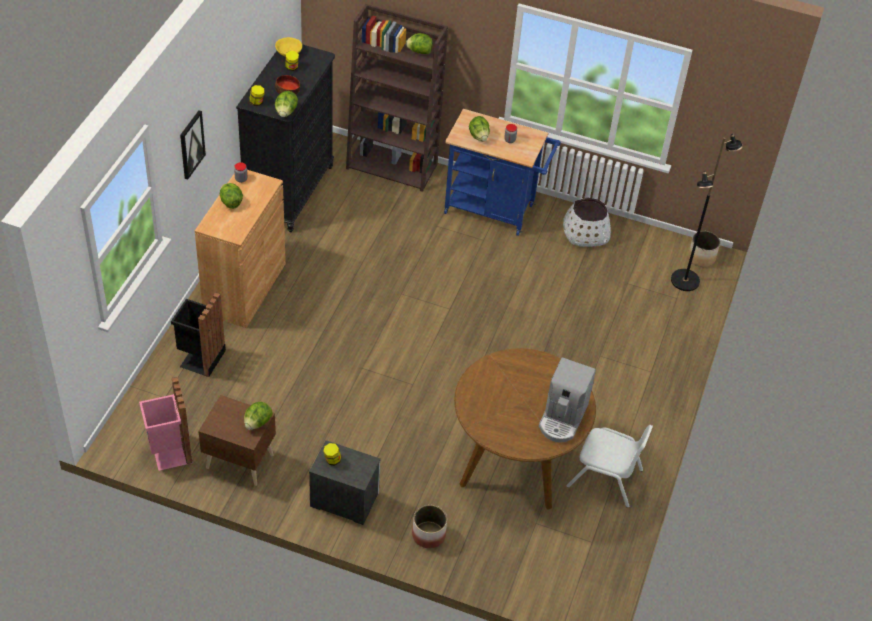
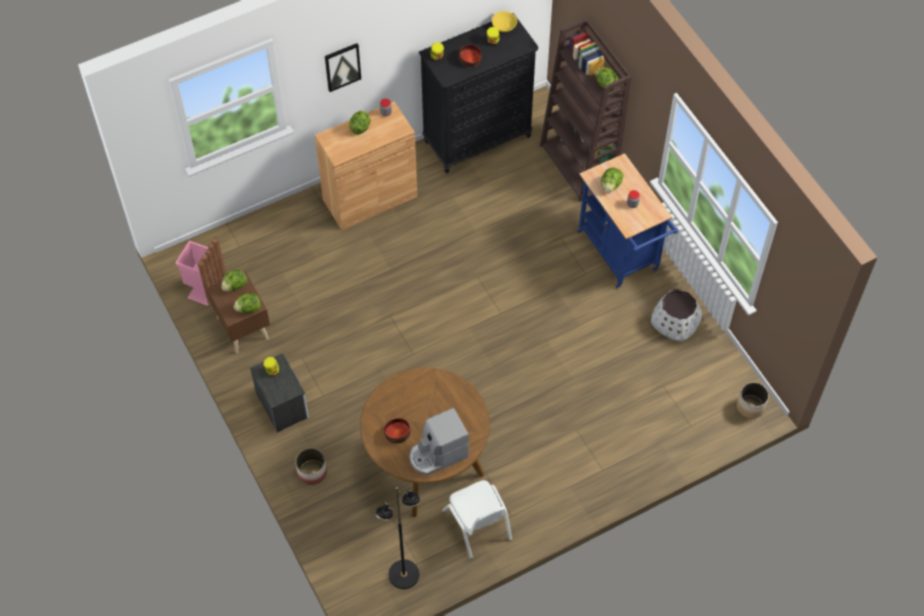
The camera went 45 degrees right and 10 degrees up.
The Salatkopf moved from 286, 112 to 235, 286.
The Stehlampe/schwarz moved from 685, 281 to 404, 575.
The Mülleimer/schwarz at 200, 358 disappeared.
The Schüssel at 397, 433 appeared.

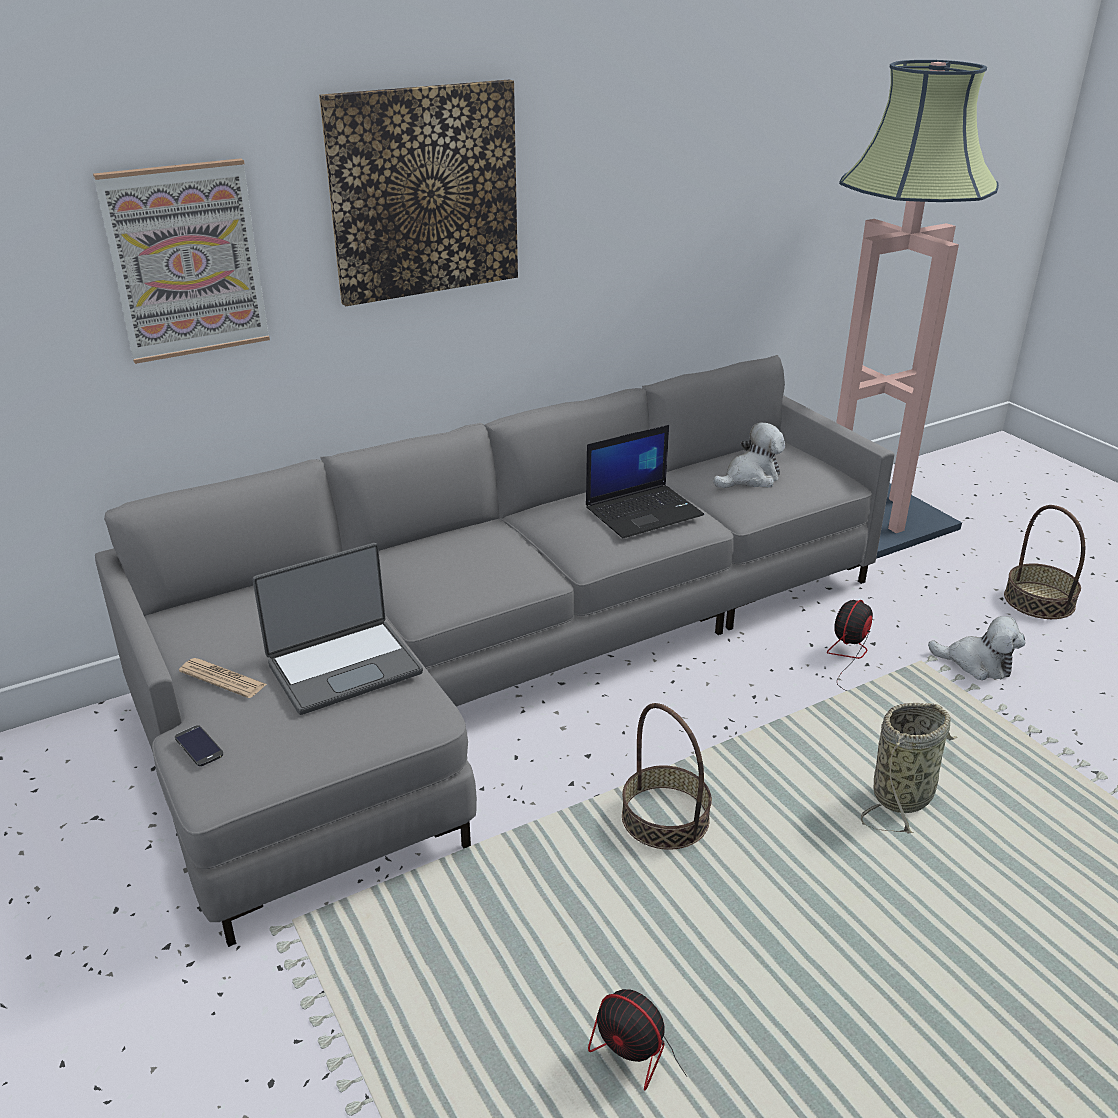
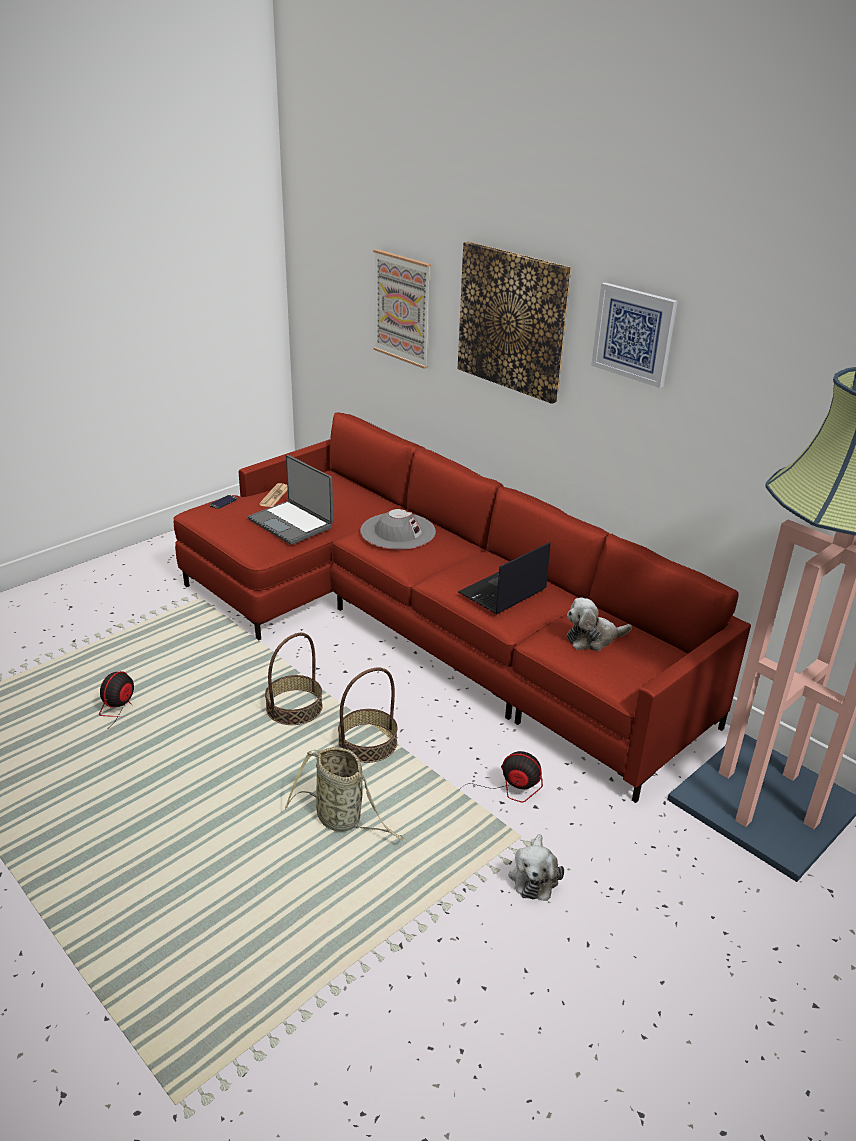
The camera went 75 degrees right and 0 degrees up.
The Sofa/grau at 505, 664 became the Sofa/rot at 426, 627.
The Plüschtier at 750, 478 turned 120 degrees clockwise.
The Laptop at 644, 511 turned 90 degrees clockwise.
The Korb moved from 1039, 600 to 367, 743.
The Bild at 634, 334 appeared.
The Hut/grau at 397, 531 appeared.

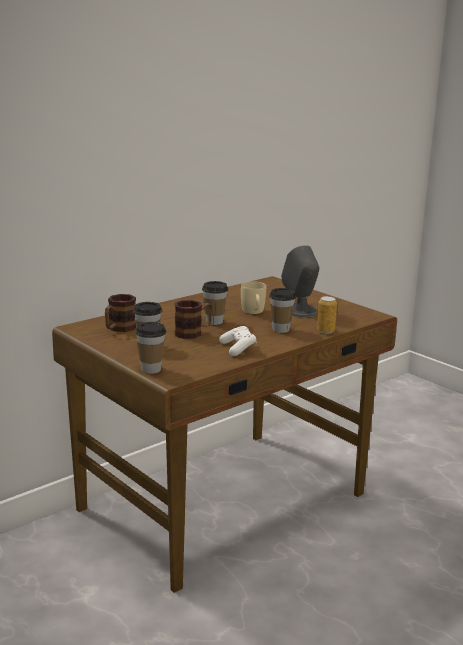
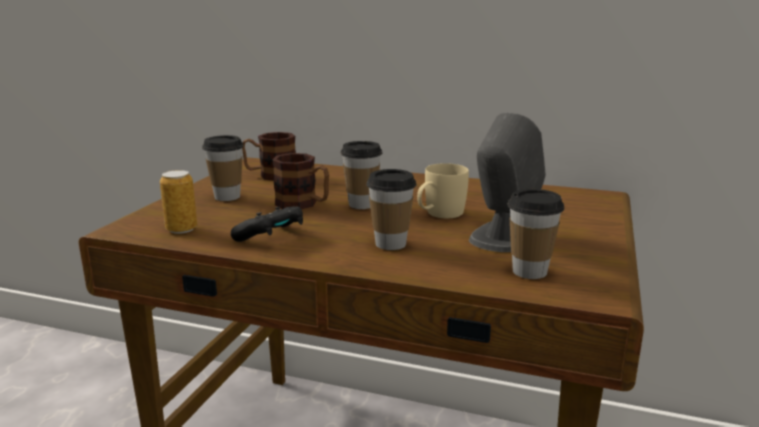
The camera went 60 degrees right and 0 degrees up.
The Dose moved from 325, 331 to 181, 229.
The Tasse moved from 151, 369 to 529, 271.
The Gamepad/weiß at 238, 348 became the Gamepad/schwarz at 271, 237.

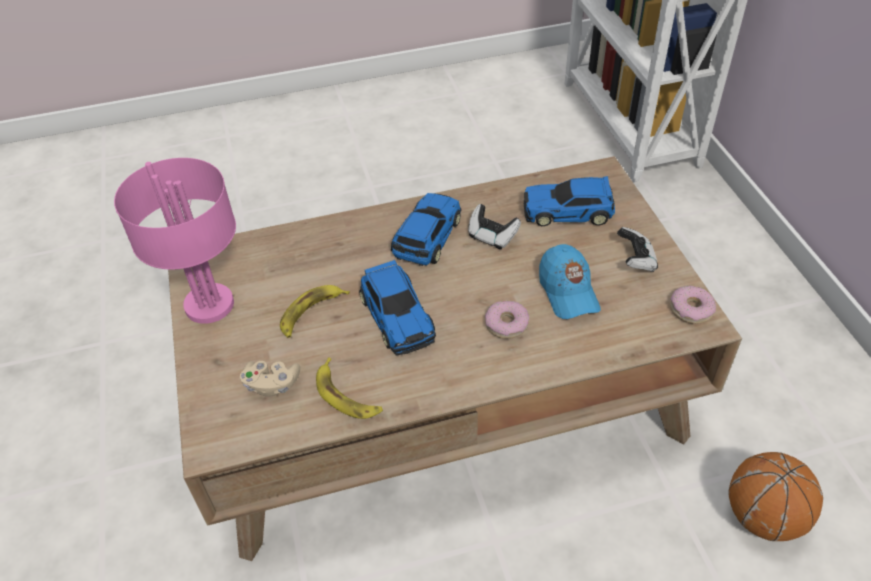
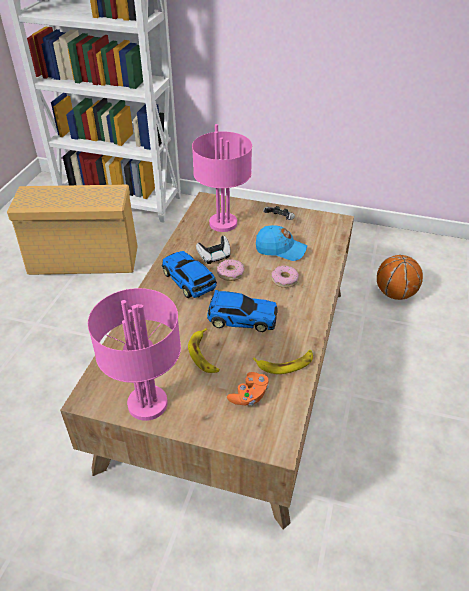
The camera went 60 degrees left and 5 degrees down.
The Spielzeugauto at 569, 211 was replaced by the Tischlampe/rosa at 224, 223.
The Donut moved from 690, 309 to 230, 273.
The Gamepad/beige at 272, 384 became the Gamepad/orange at 249, 395.
The Aufbewahrungsbox/beige at 85, 260 appeared.

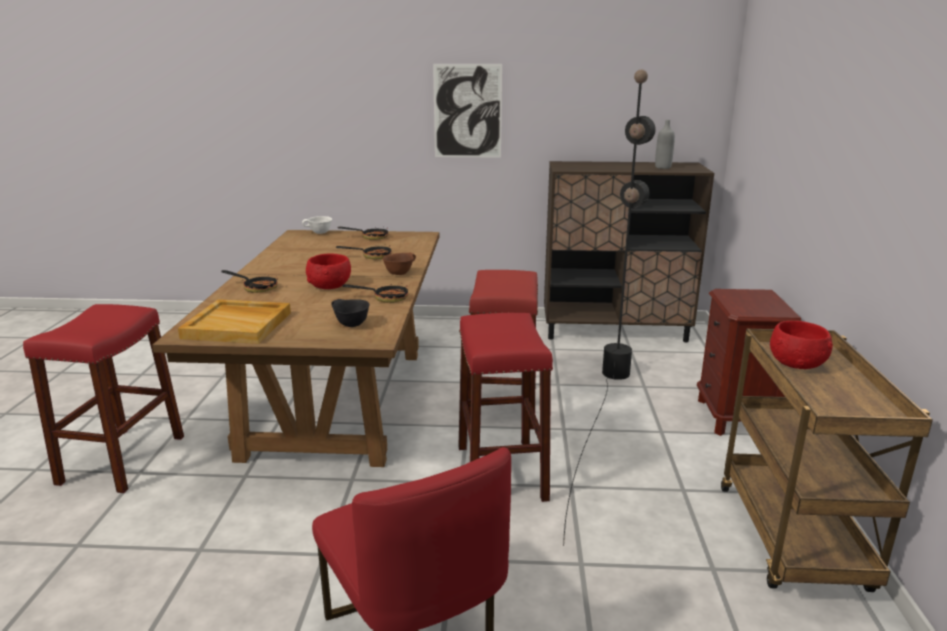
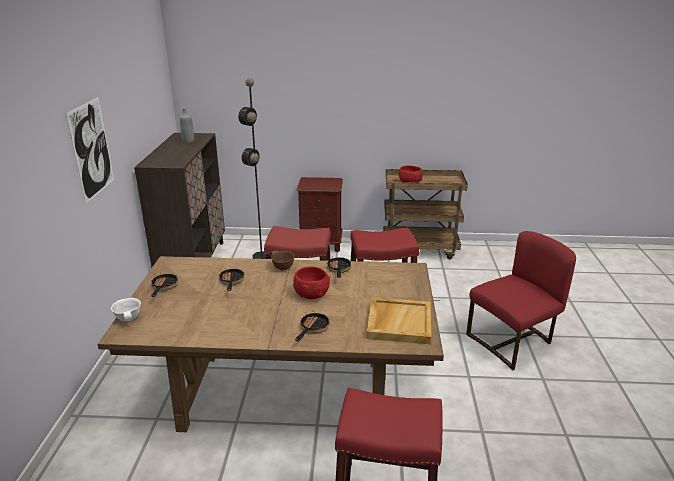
The camera went 90 degrees left and 5 degrees up.
The Schüssel/schwarz at 351, 325 disappeared.

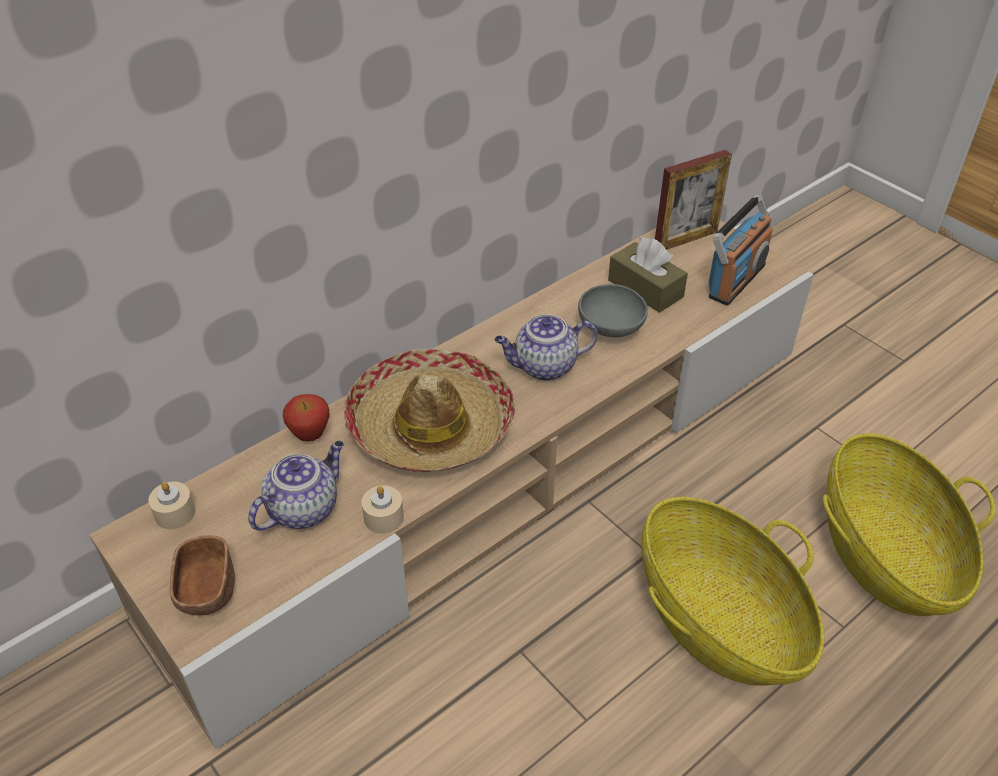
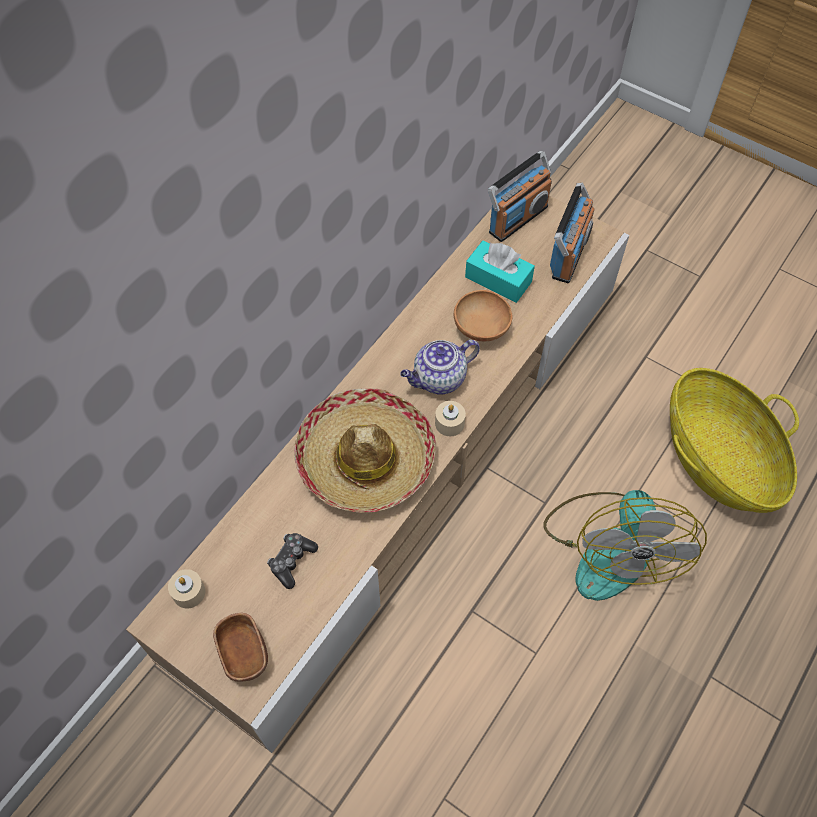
The camera went 15 degrees left and 15 degrees up.
The Bilderrahmen at 685, 239 was replaced by the Radio at 517, 219.
The Taschentuchbox/braun at 645, 288 became the Taschentuchbox/türkis at 498, 279.
The Schüssel/grau at 611, 329 became the Schüssel/braun at 482, 328.
The Apfel at 310, 436 disappeared.
The Teekanne at 304, 508 was replaced by the Gamepad at 292, 561.
The Kerze/beige moved from 383, 517 to 449, 423.
The Korb at 718, 619 was replaced by the Ventilator at 610, 546.

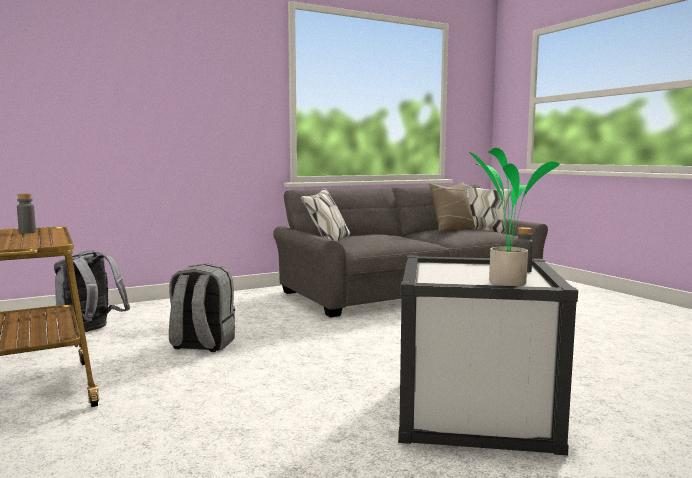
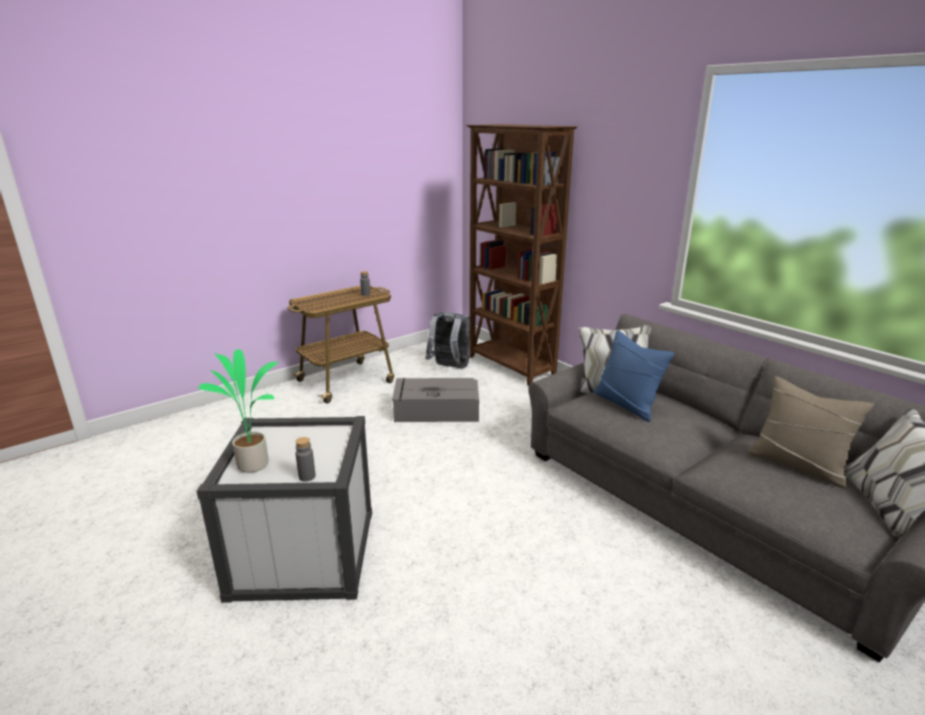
The camera went 80 degrees right and 15 degrees up.
The Rucksack/grau at 202, 345 was replaced by the Aufbewahrungsbox/grau at 435, 410.
The Bücherregal/braun at 511, 366 appeared.
The Kissen/blau at 627, 404 appeared.

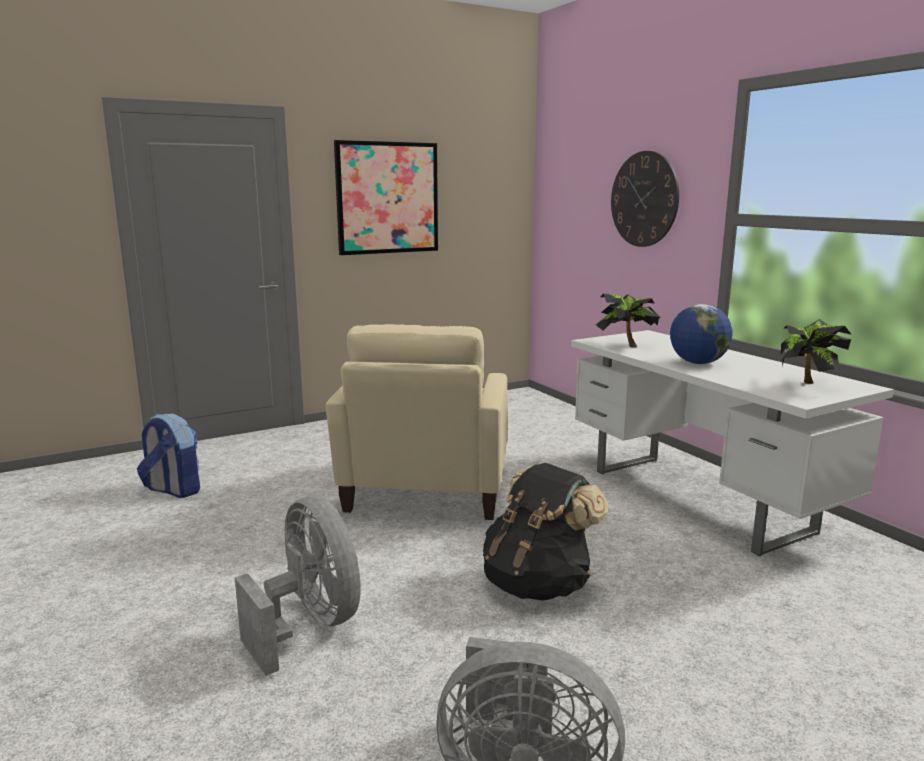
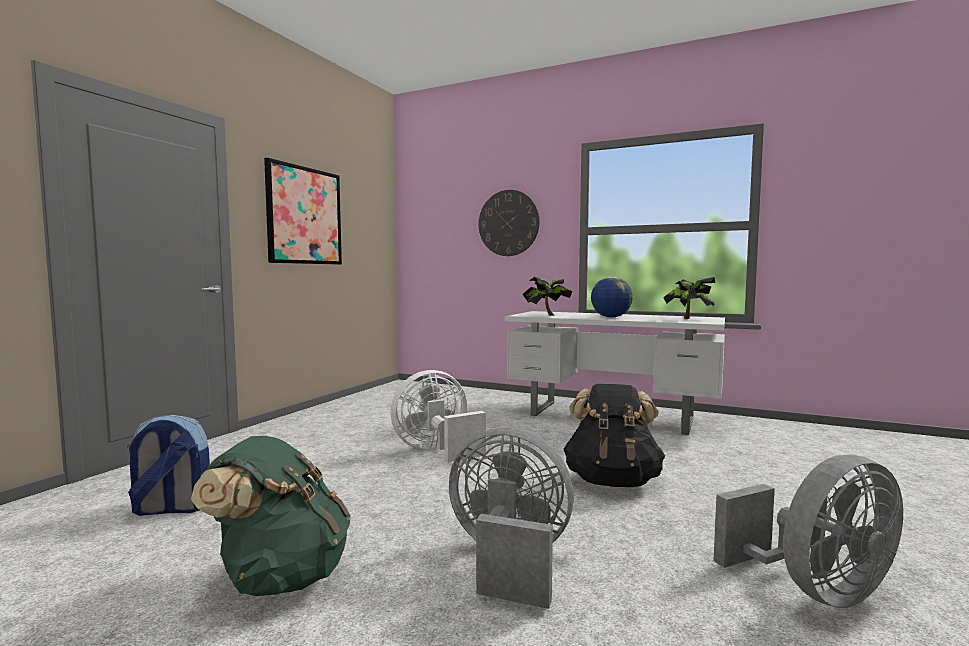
The camera went 35 degrees left and 10 degrees down.
The Sessel/beige at 426, 492 was replaced by the Ventilator/weiß at 437, 451.
The Rucksack/grün at 281, 577 appeared.

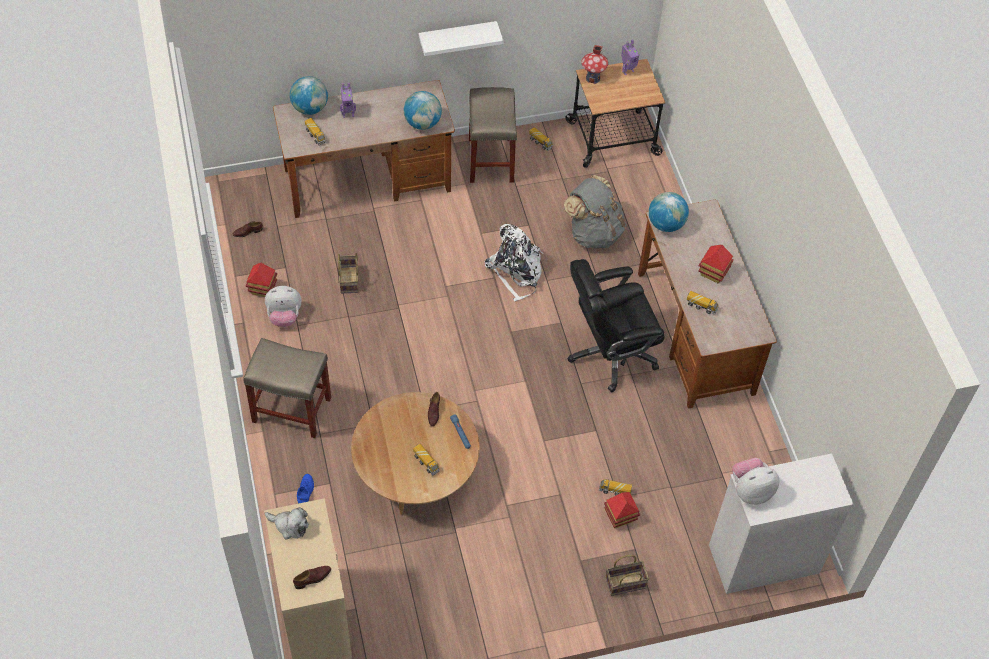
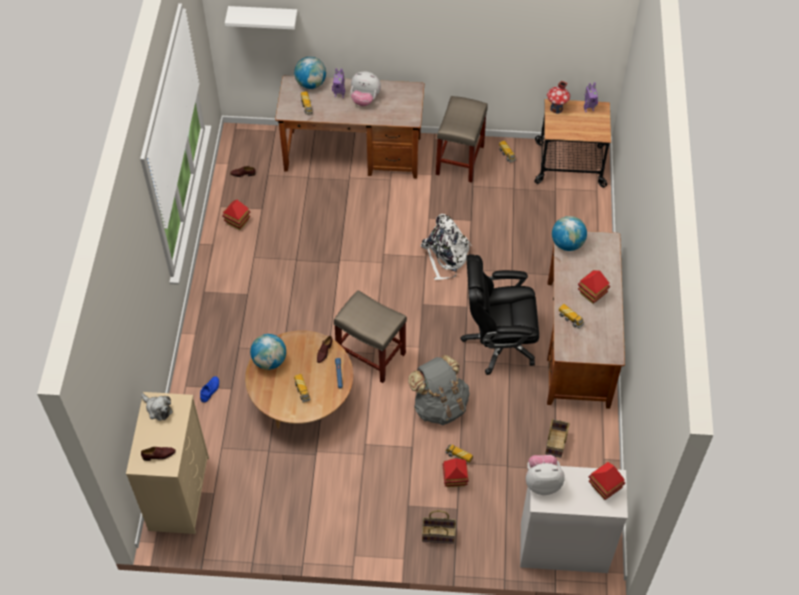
The camera went 20 degrees right and 0 degrees up.
The Wandregal/weiß moved from 457, 38 to 263, 17.
The Globus moved from 423, 123 to 269, 361.
The Rucksack/grau moved from 594, 232 to 439, 405.
The Korb moved from 350, 281 to 556, 443.
The Plüschtier moved from 284, 316 to 365, 99.
The Hocker/beige moved from 293, 410 to 372, 355.
The Spielzeughaus at 604, 487 appeared.

